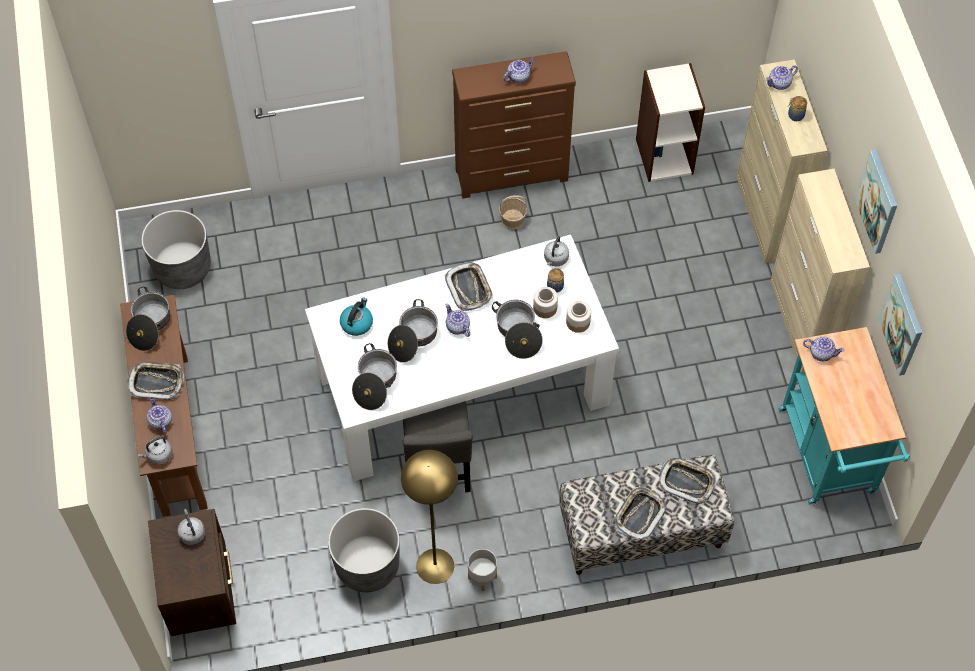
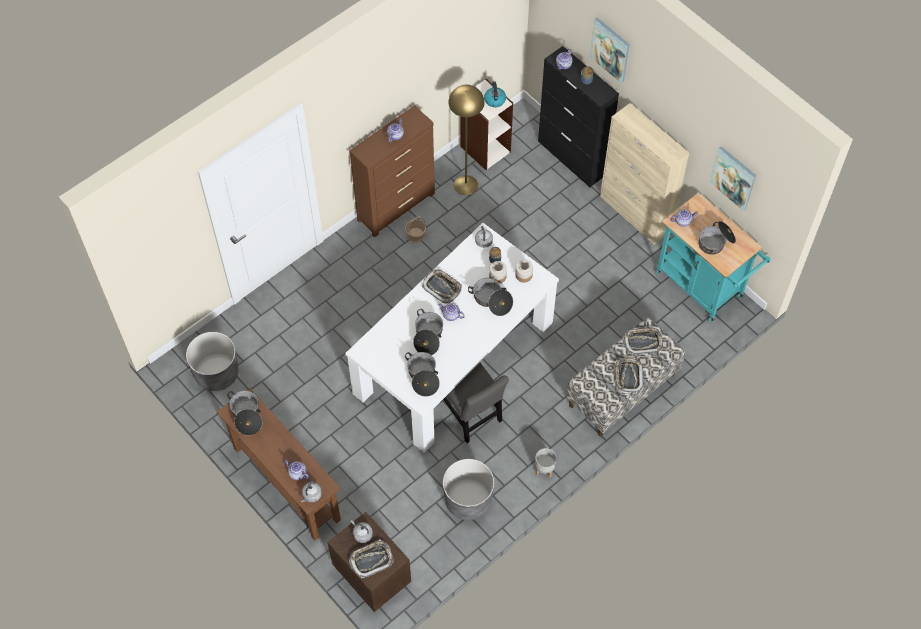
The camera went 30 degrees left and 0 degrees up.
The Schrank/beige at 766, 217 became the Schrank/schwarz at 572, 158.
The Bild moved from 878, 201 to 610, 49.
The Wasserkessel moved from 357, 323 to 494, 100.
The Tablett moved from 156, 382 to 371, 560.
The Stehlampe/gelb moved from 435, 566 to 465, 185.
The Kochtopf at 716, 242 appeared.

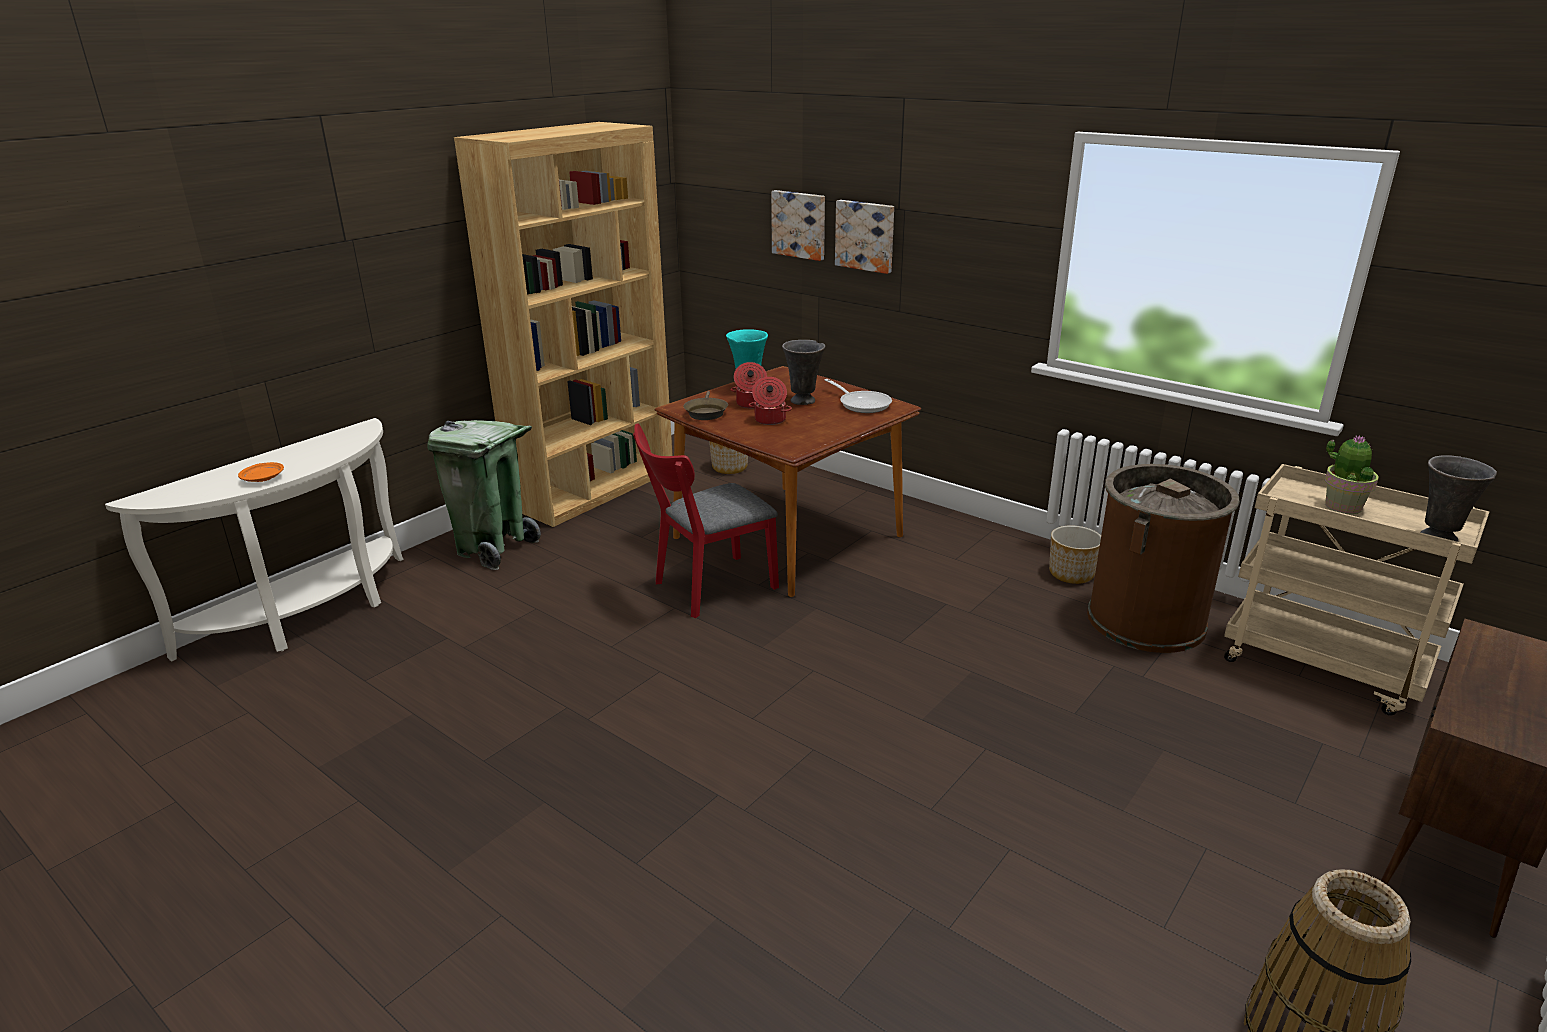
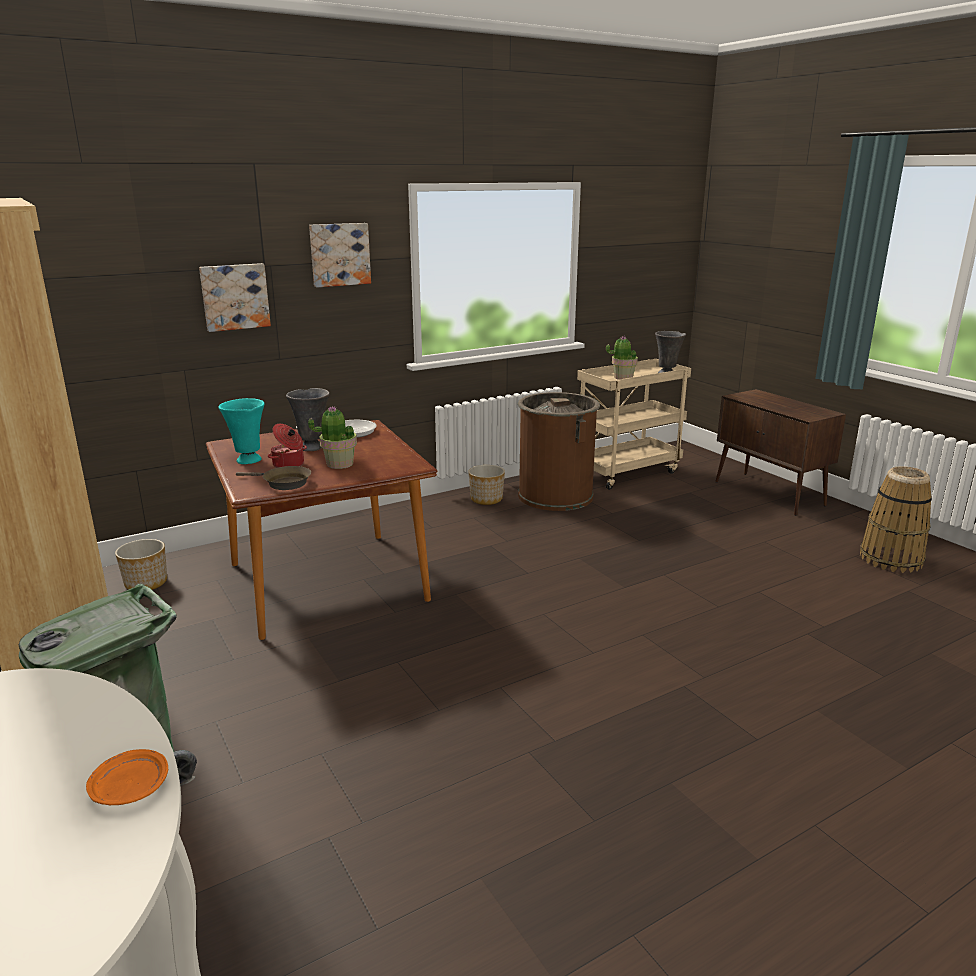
The camera went 70 degrees left and 5 degrees down.
The Bild moved from 800, 224 to 339, 254.
The Kochtopf at 769, 420 was replaced by the Topfpflanze at 339, 464.
The Stuhl/rot at 708, 588 disappeared.

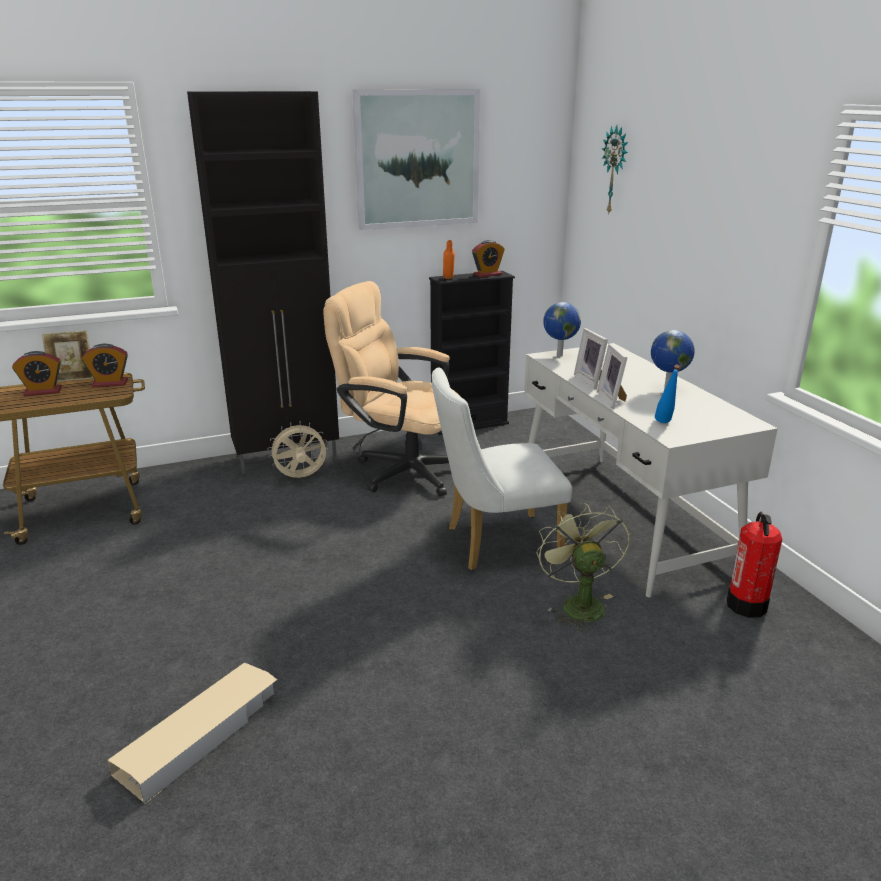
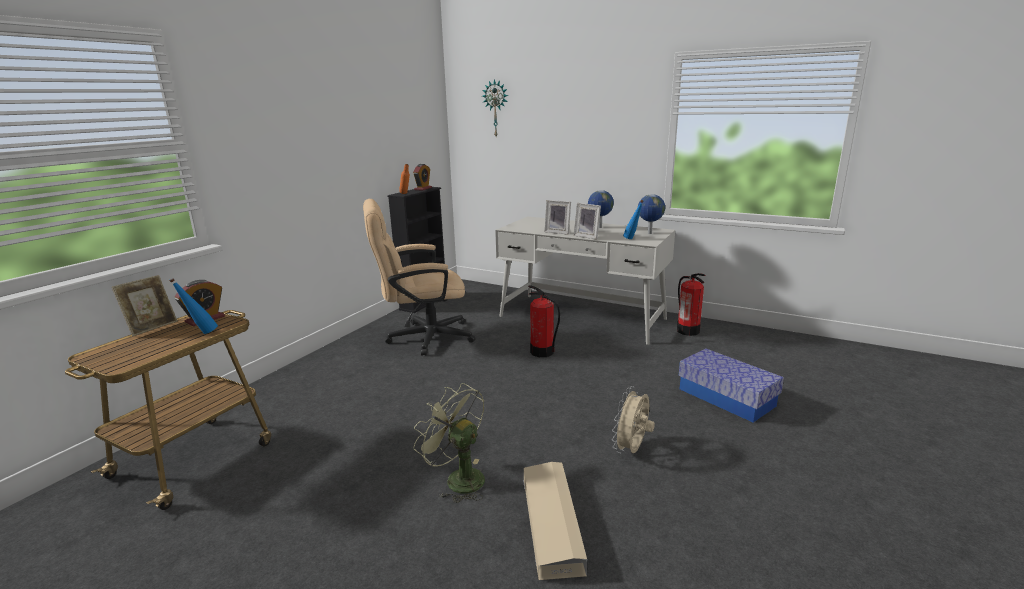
The camera went 40 degrees left and 5 degrees down.
The Bild at 417, 159 disappeared.
The Schrank/schwarz at 288, 458 disappeared.
The Globus moved from 558, 355 to 649, 233.
The Wecker at 43, 391 disappeared.
The Stuhl/weiß at 494, 543 was replaced by the Feuerlöscher at 542, 352.
The Ventilator/beige moved from 301, 478 to 632, 450.
The Ventilator/grün moved from 578, 603 to 458, 478.
The Flasche/blau at 201, 333 appeared.
The Aufbewahrungsbox at 726, 397 appeared.

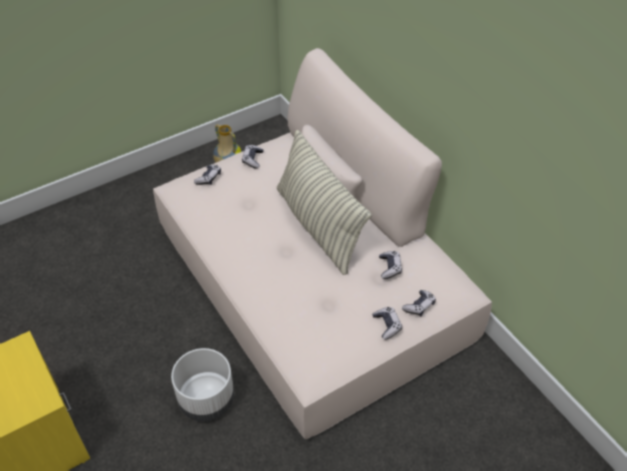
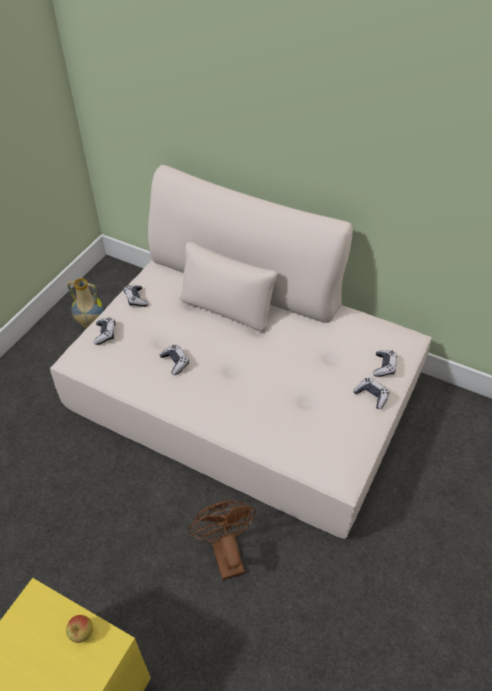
The camera went 30 degrees left and 0 degrees up.
The Kissen at 318, 226 disappeared.
The Gamepad moved from 390, 267 to 175, 362.
The Pflanzkübel/weiß at 206, 400 was replaced by the Ventilator/braun at 225, 553.
The Apfel at 82, 633 appeared.

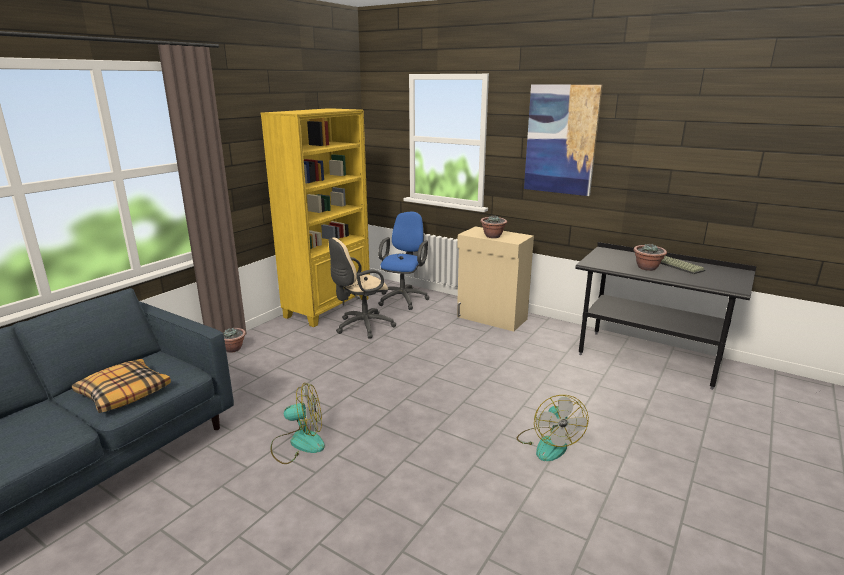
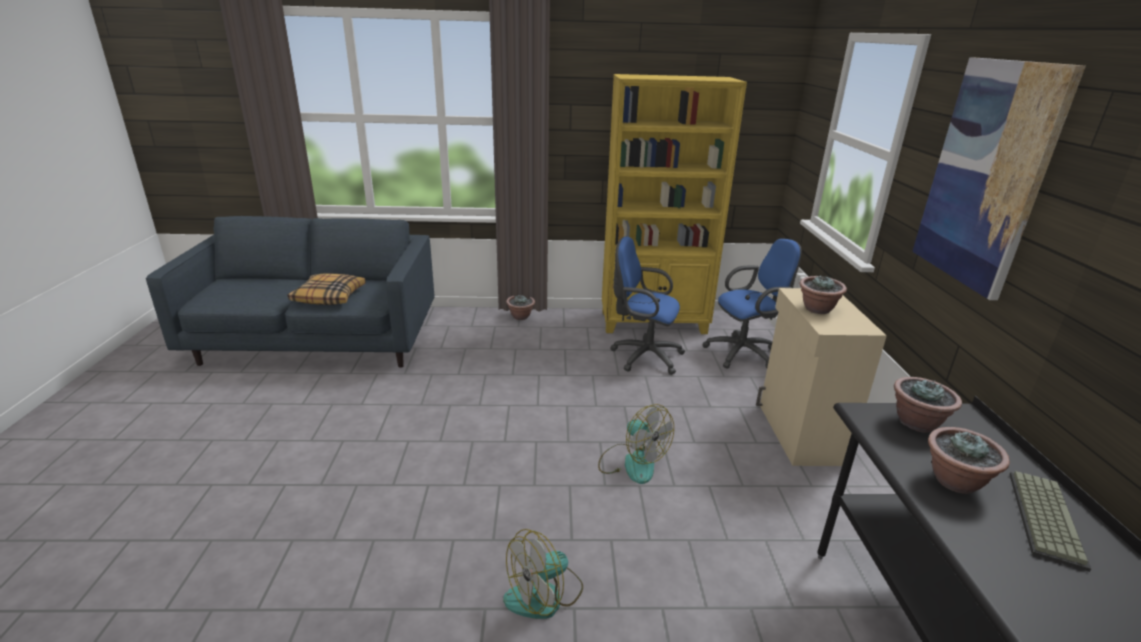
The camera went 55 degrees right and 5 degrees up.
The Bürostuhl/beige at 361, 327 became the Bürostuhl/blau at 643, 356.
The Ventilator moved from 298, 443 to 632, 462.
The Topfpflanze at 917, 423 appeared.

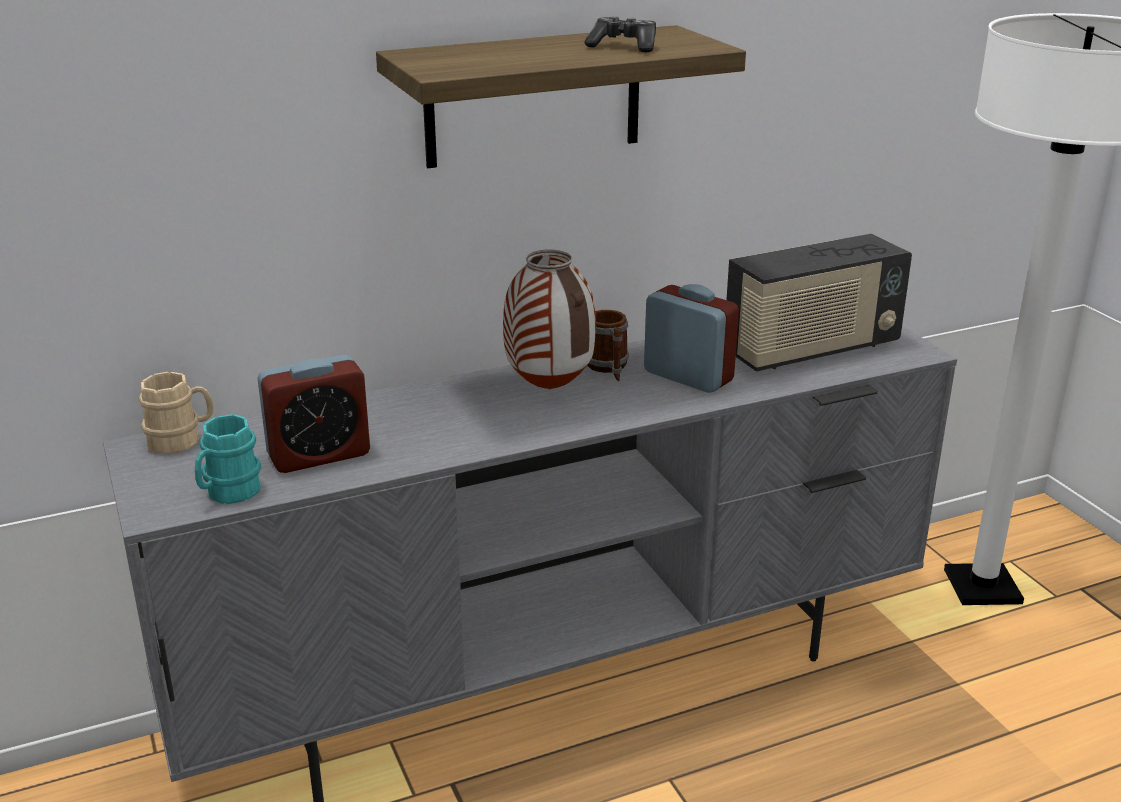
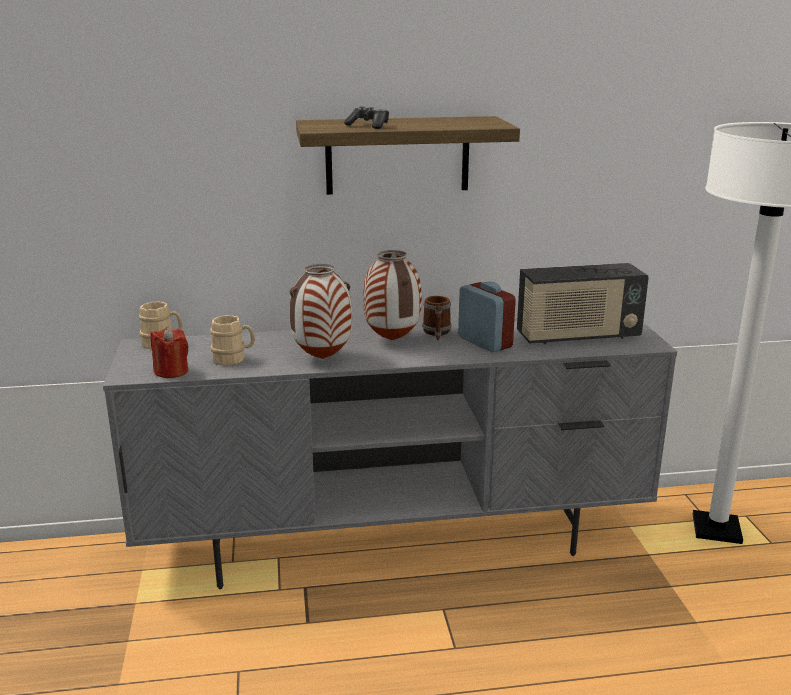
The camera went 15 degrees right and 5 degrees down.
The Gamepad moved from 623, 47 to 369, 126.
The Wecker at 319, 455 was replaced by the Henkelbecher/beige at 233, 359.
The Henkelbecher/türkis at 228, 493 was replaced by the Kerze/rot at 171, 371.
The Vase at 323, 358 appeared.

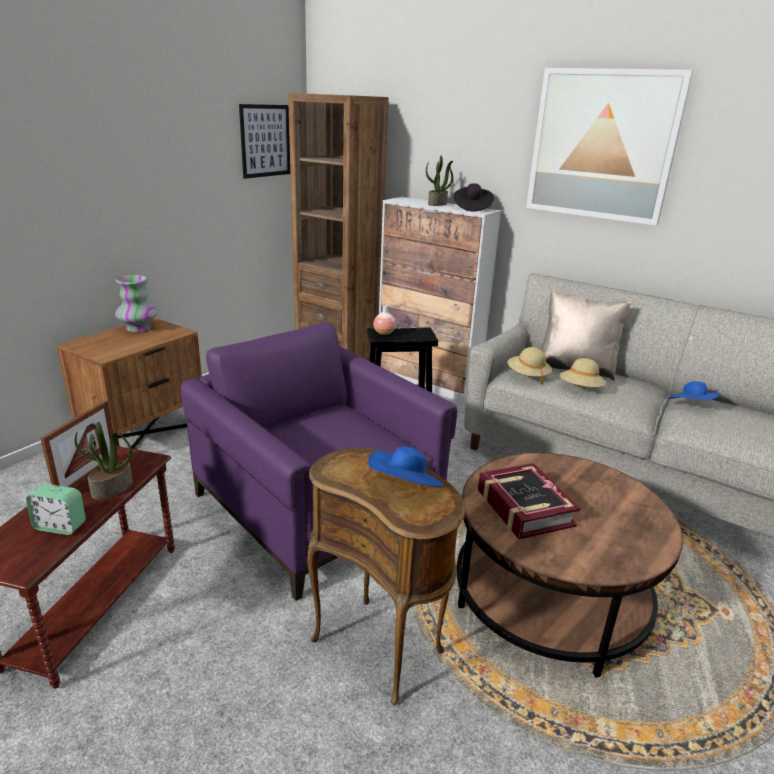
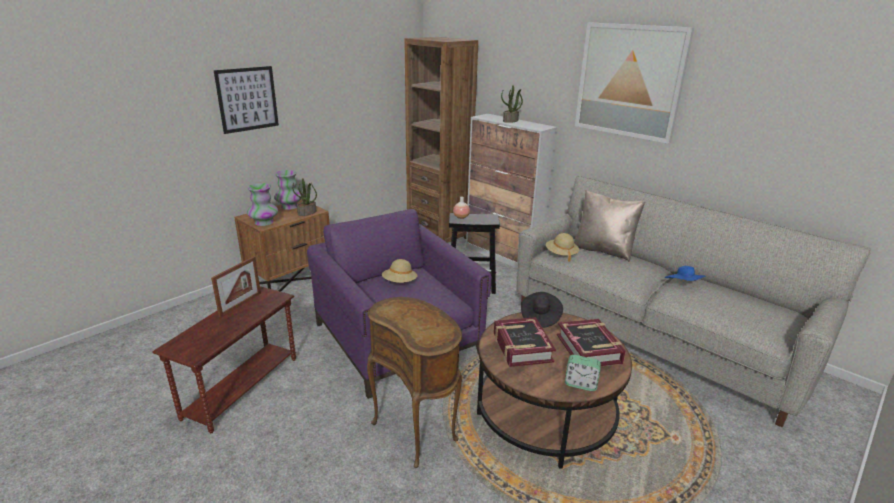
The camera went 10 degrees right and 0 degrees up.
The Bild moved from 265, 141 to 247, 99.
The Hut/schwarz moved from 472, 208 to 540, 317.
The Hut/beige moved from 580, 389 to 399, 282.
The Topfpflanze moved from 112, 489 to 307, 213.
The Hut/blau at 405, 487 disappeared.
The Wecker moved from 60, 526 to 580, 384.
The Vase at 264, 222 appeared.
The Buch at 589, 349 appeared.

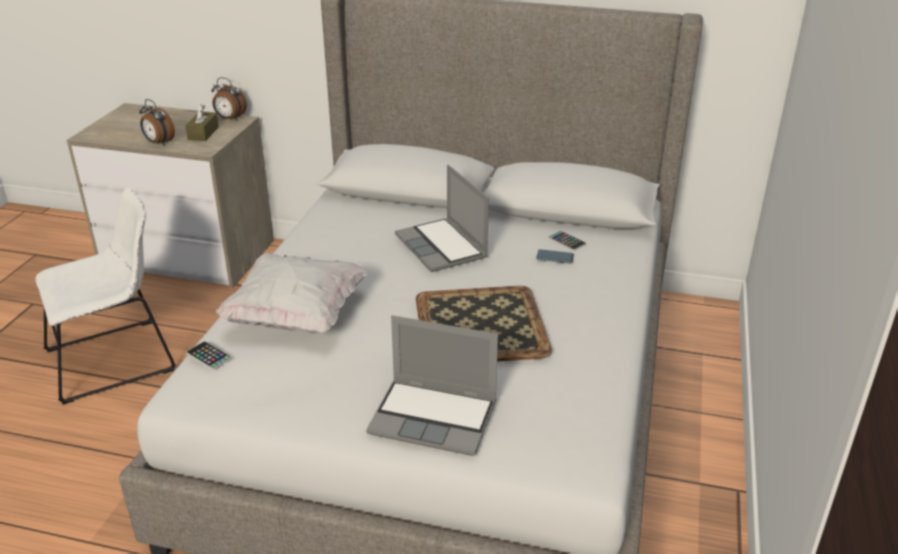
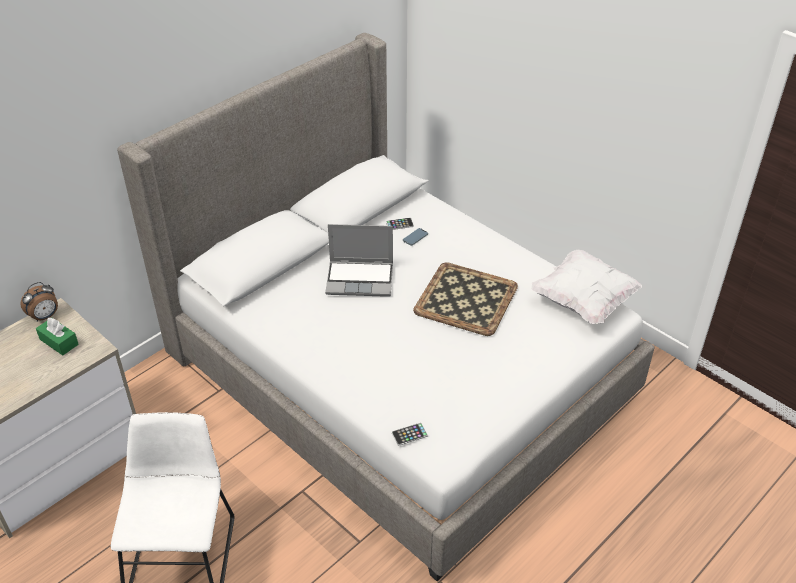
The camera went 60 degrees left and 10 degrees up.
The Wecker at 159, 143 disappeared.
The Taschentuchbox/braun at 203, 133 became the Taschentuchbox/grün at 59, 342.
The Kissen/weiß moved from 296, 316 to 583, 301.
The Laptop at 435, 417 disappeared.

